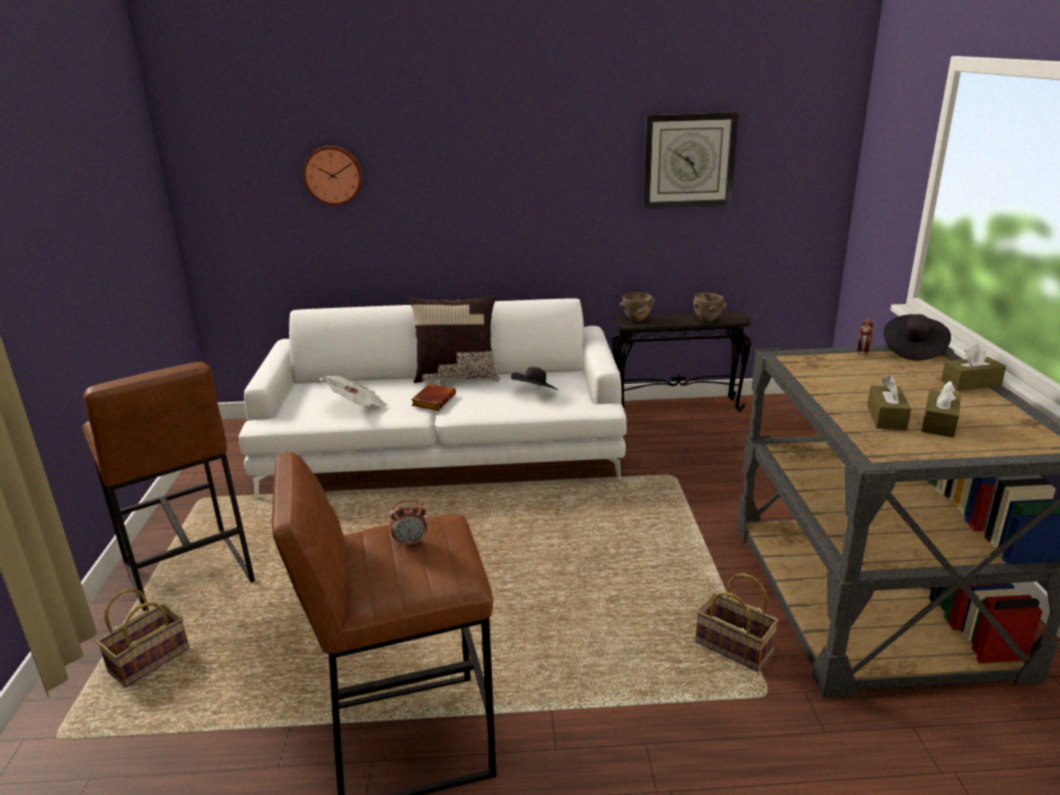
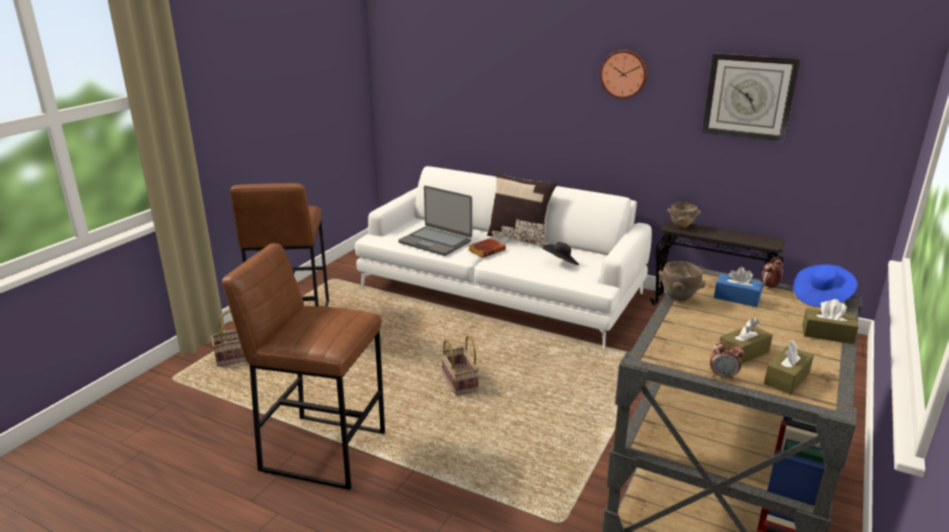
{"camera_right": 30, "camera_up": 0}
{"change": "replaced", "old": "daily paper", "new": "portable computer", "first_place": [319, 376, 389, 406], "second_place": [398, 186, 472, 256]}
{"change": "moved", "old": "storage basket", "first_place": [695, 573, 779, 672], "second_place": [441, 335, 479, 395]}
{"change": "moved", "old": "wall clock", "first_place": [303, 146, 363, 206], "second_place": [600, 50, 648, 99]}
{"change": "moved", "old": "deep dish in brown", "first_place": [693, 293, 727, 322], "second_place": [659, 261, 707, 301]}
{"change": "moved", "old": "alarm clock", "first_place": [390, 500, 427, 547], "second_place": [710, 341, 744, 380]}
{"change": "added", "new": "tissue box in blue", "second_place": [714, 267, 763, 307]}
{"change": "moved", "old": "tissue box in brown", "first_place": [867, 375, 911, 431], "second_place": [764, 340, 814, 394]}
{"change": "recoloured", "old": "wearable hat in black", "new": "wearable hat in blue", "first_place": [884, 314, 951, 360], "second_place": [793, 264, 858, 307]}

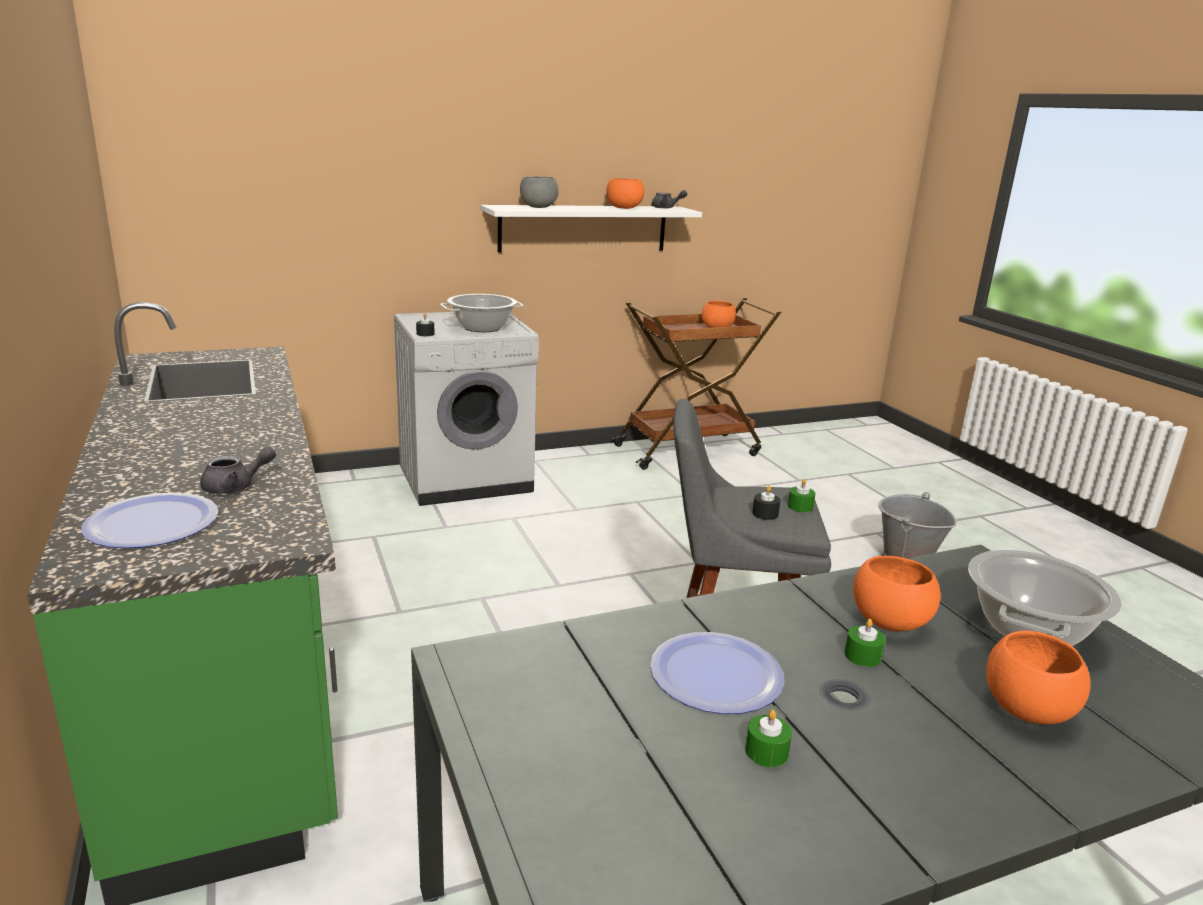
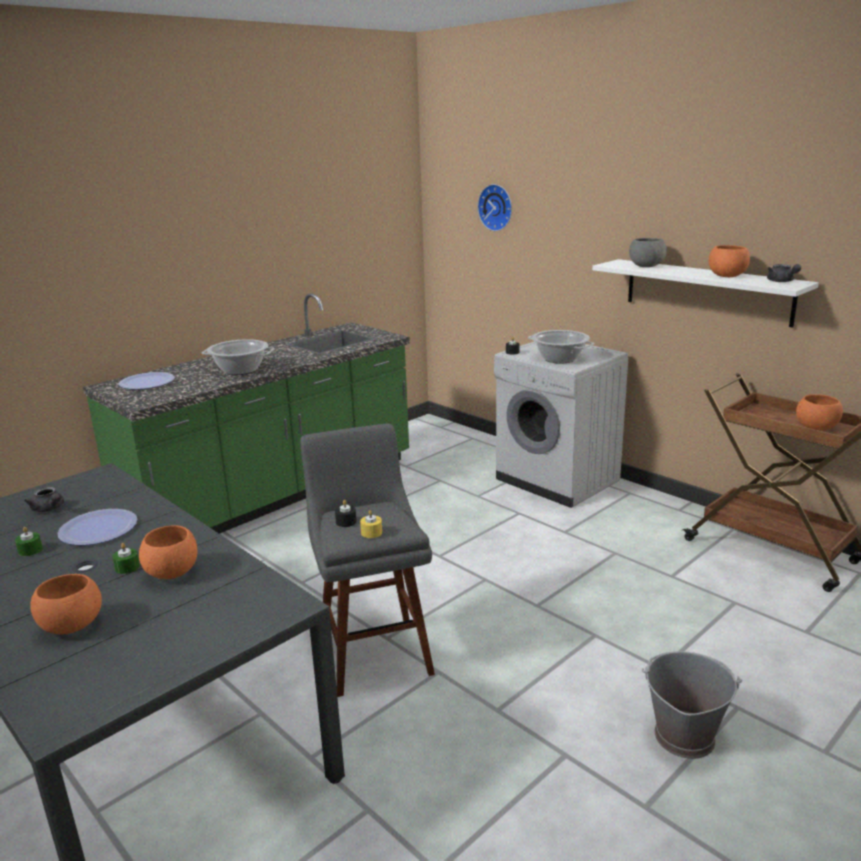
{"camera_right": 70, "camera_up": 0}
{"change": "moved", "old": "tea pot in gray", "first_place": [200, 447, 276, 494], "second_place": [24, 487, 64, 512]}
{"change": "moved", "old": "cooking pot", "first_place": [968, 550, 1122, 646], "second_place": [202, 339, 274, 375]}
{"change": "recoloured", "old": "wax light in green", "new": "wax light in yellow", "first_place": [788, 479, 816, 512], "second_place": [360, 510, 382, 538]}
{"change": "added", "new": "wall clock", "second_place": [477, 184, 512, 231]}

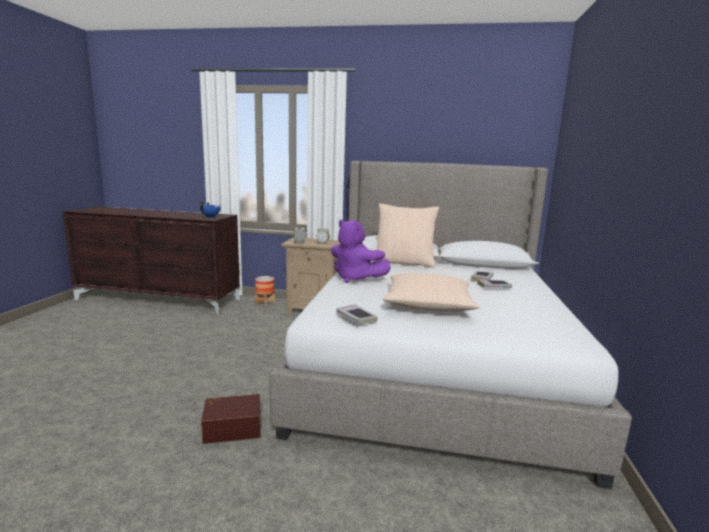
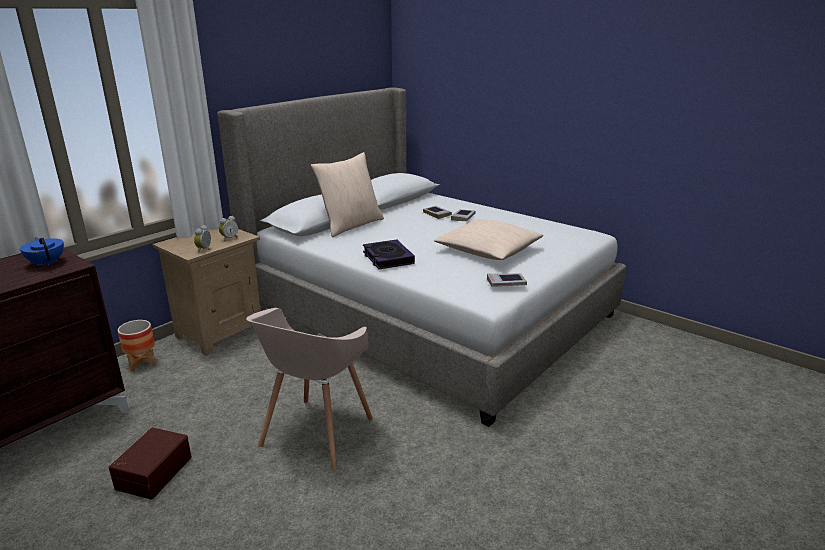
{"camera_right": -60, "camera_up": 10}
{"change": "moved", "old": "storage box in brown", "first_place": [201, 394, 261, 444], "second_place": [109, 427, 192, 500]}
{"change": "added", "new": "plain chair in sand-coloured", "second_place": [246, 308, 373, 470]}
{"change": "replaced", "old": "plush toy in purple-coloured", "new": "volume", "first_place": [331, 220, 391, 283], "second_place": [363, 240, 415, 269]}

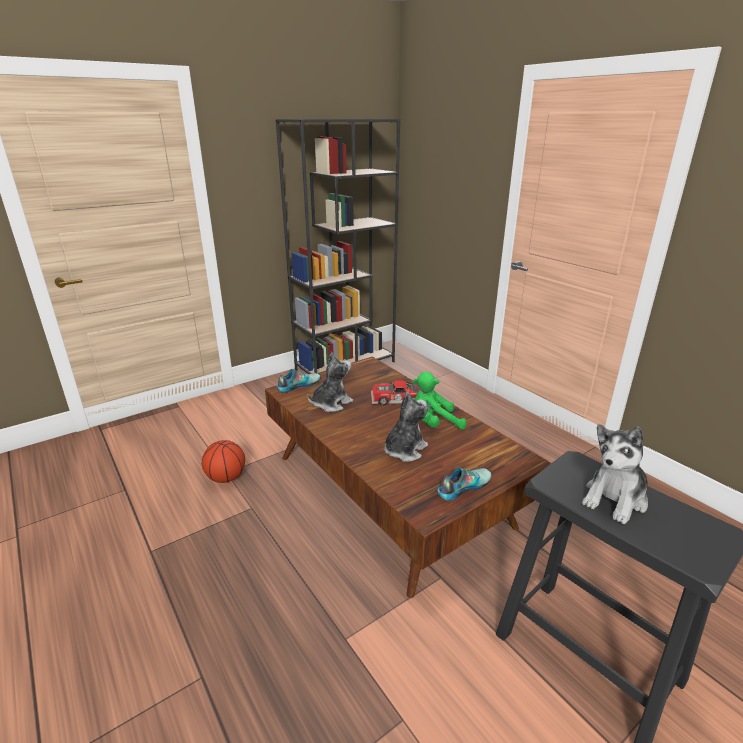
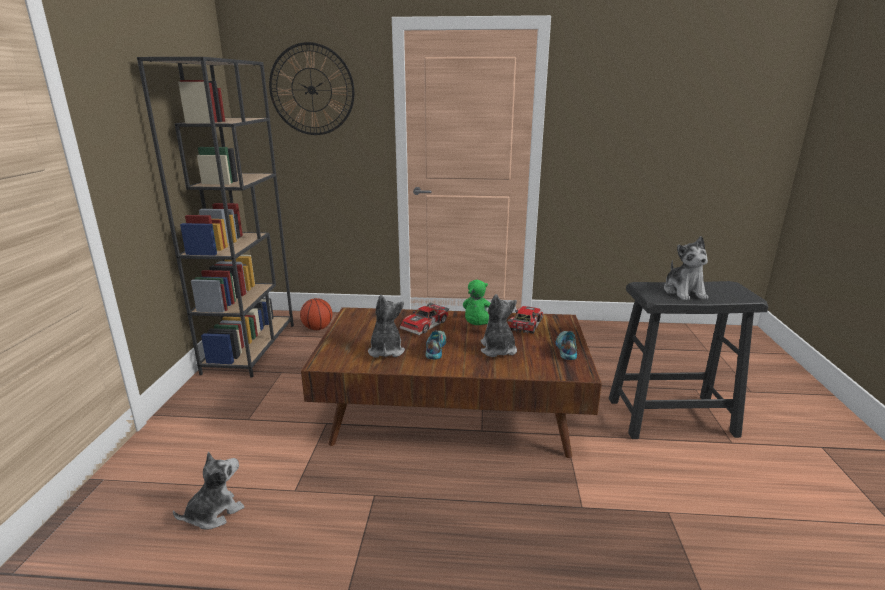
{"camera_right": -50, "camera_up": -5}
{"change": "added", "new": "plush toy", "second_place": [173, 452, 244, 530]}
{"change": "added", "new": "wall clock", "second_place": [269, 42, 355, 135]}
{"change": "moved", "old": "basketball ball", "first_place": [202, 440, 245, 483], "second_place": [300, 298, 332, 330]}
{"change": "moved", "old": "low shoe", "first_place": [277, 369, 321, 393], "second_place": [426, 331, 446, 360]}
{"change": "added", "new": "model car", "second_place": [508, 306, 543, 334]}

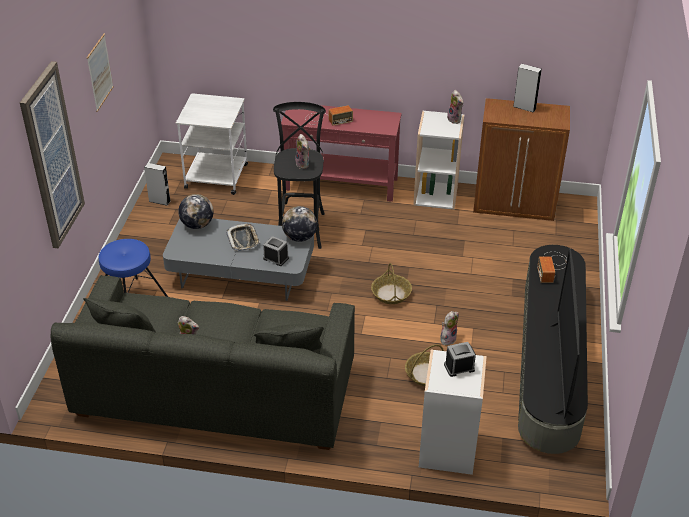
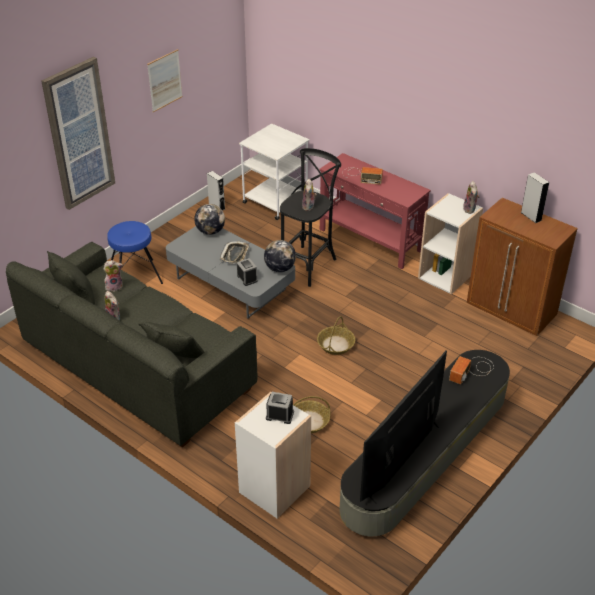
{"camera_right": 30, "camera_up": 0}
{"change": "moved", "old": "plush toy", "first_place": [440, 311, 459, 345], "second_place": [103, 260, 123, 292]}

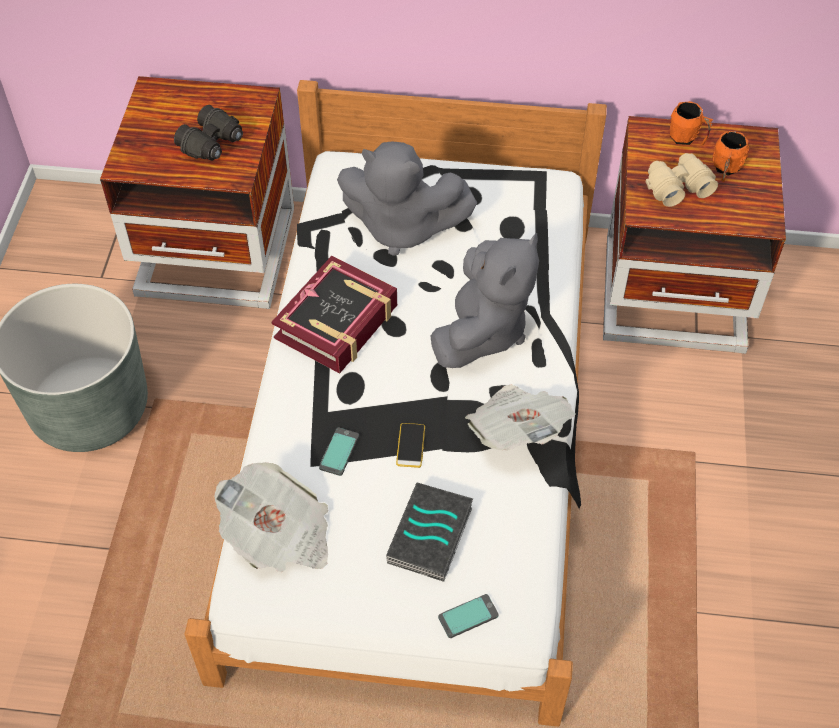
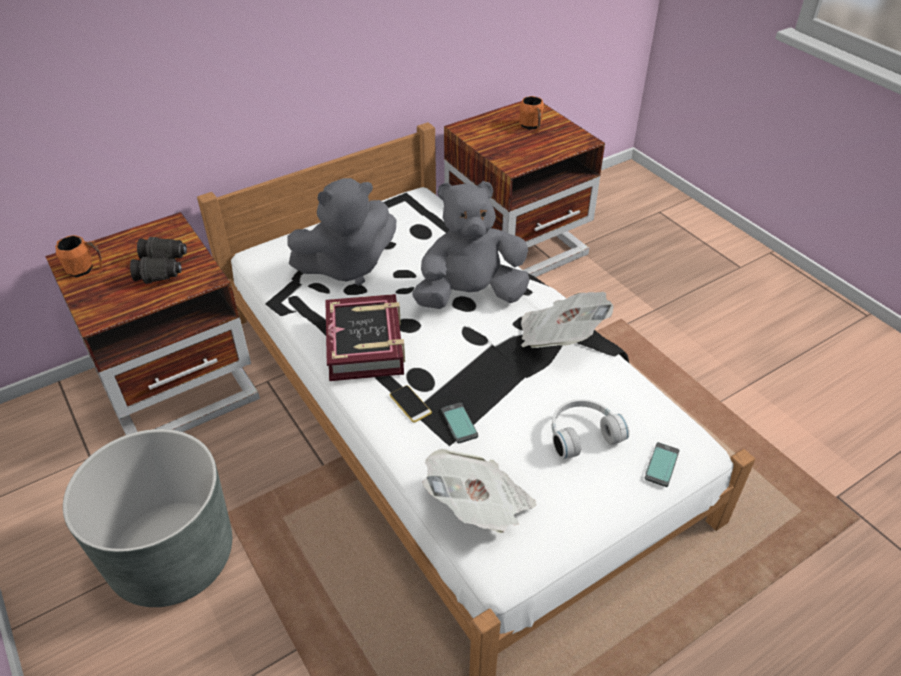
{"camera_right": -40, "camera_up": -10}
{"change": "moved", "old": "coffee mug in orangey", "first_place": [670, 101, 713, 145], "second_place": [55, 235, 102, 278]}
{"change": "moved", "old": "handset", "first_place": [396, 423, 425, 468], "second_place": [390, 385, 432, 422]}
{"change": "turned", "old": "plush toy in gray", "first_place": [431, 233, 539, 368], "second_place": [412, 181, 530, 309], "degrees": -90}
{"change": "replaced", "old": "volume", "new": "headphones in white-coloured", "first_place": [386, 483, 473, 582], "second_place": [552, 399, 629, 459]}
{"change": "removed", "old": "field glasses in sand-coloured", "first_place": [646, 153, 718, 207]}

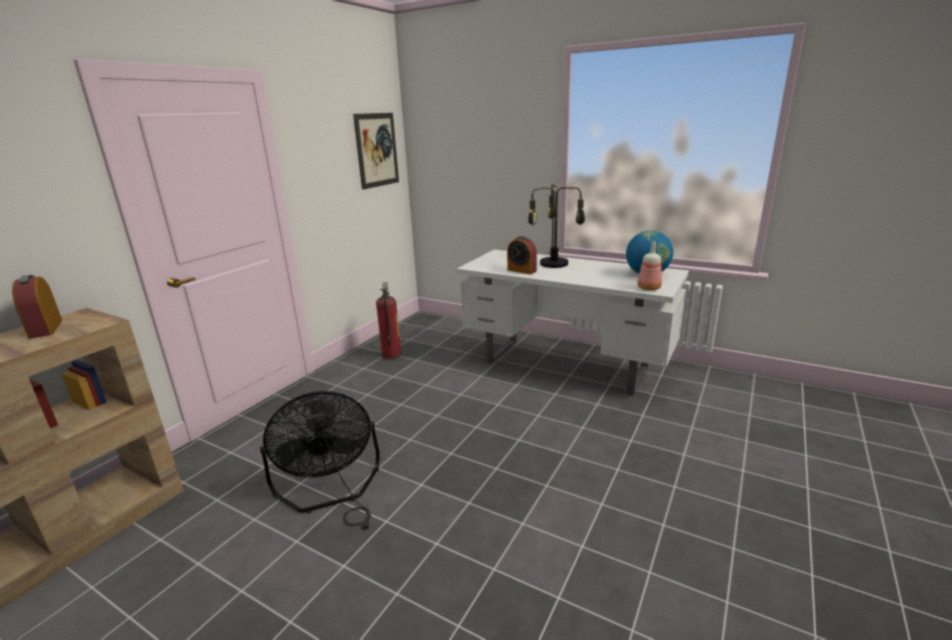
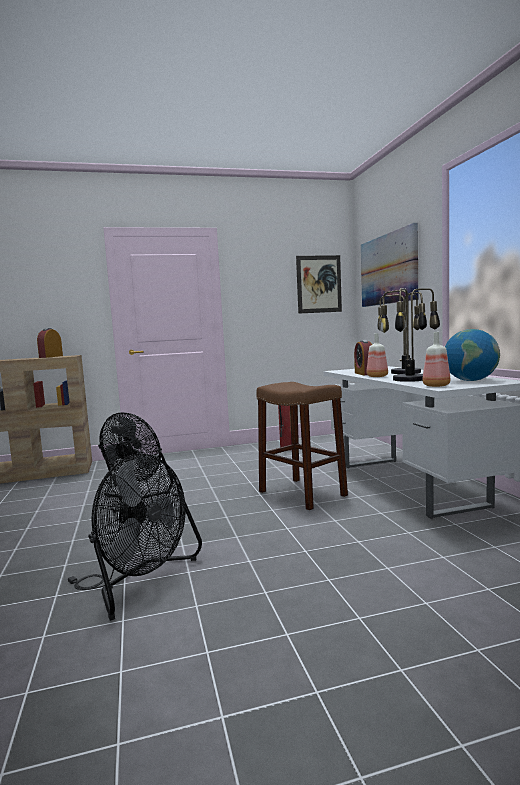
{"camera_right": 45, "camera_up": -15}
{"change": "added", "new": "cooling fan in black", "second_place": [68, 454, 202, 621]}
{"change": "added", "new": "sitting stool in brown", "second_place": [256, 382, 348, 510]}
{"change": "added", "new": "wall art", "second_place": [361, 223, 418, 307]}
{"change": "added", "new": "bottle", "second_place": [367, 333, 388, 377]}
{"change": "added", "new": "tabletop lamp", "second_place": [379, 288, 440, 382]}

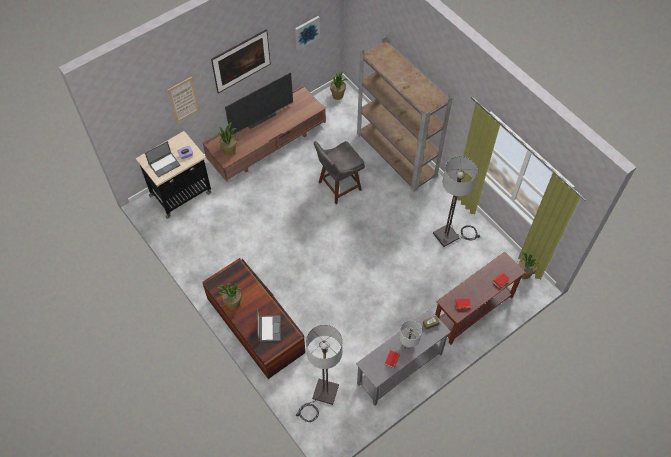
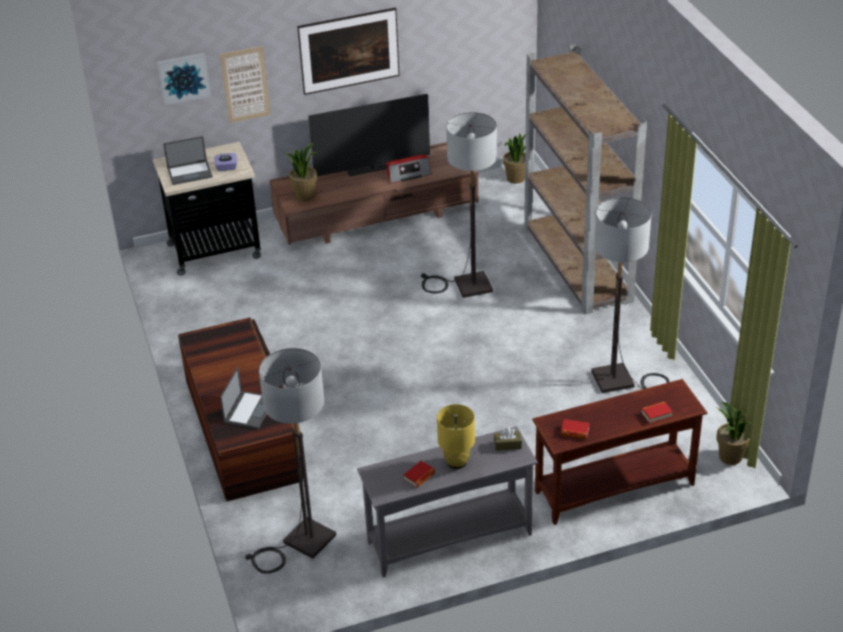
{"camera_right": 20, "camera_up": -20}
{"change": "moved", "old": "wall art", "first_place": [295, 16, 320, 50], "second_place": [157, 53, 211, 105]}
{"change": "added", "new": "radio set", "second_place": [386, 154, 432, 183]}
{"change": "replaced", "old": "sitting stool in gray", "new": "standing lamp", "first_place": [314, 141, 365, 204], "second_place": [421, 112, 497, 298]}
{"change": "recoloured", "old": "tabletop lamp in white-coloured", "new": "tabletop lamp in yellow", "first_place": [399, 320, 422, 349], "second_place": [437, 404, 475, 469]}
{"change": "removed", "old": "potted plant", "first_place": [218, 283, 242, 310]}

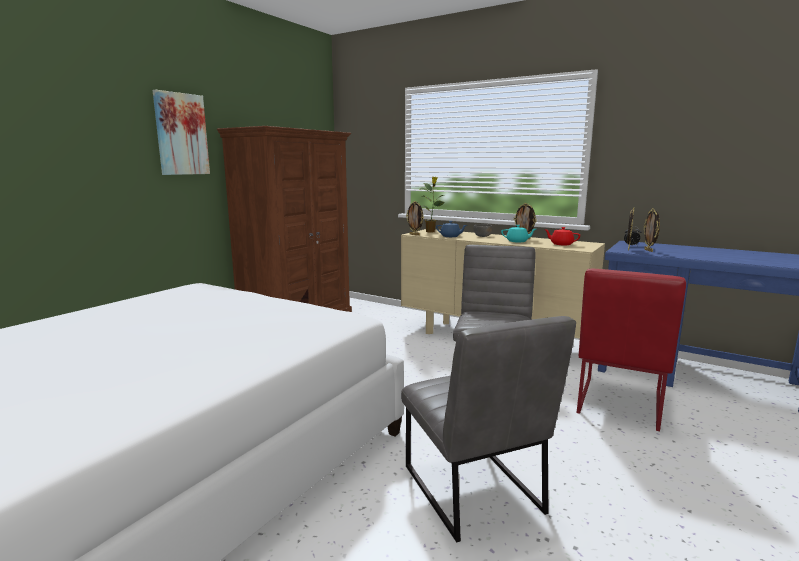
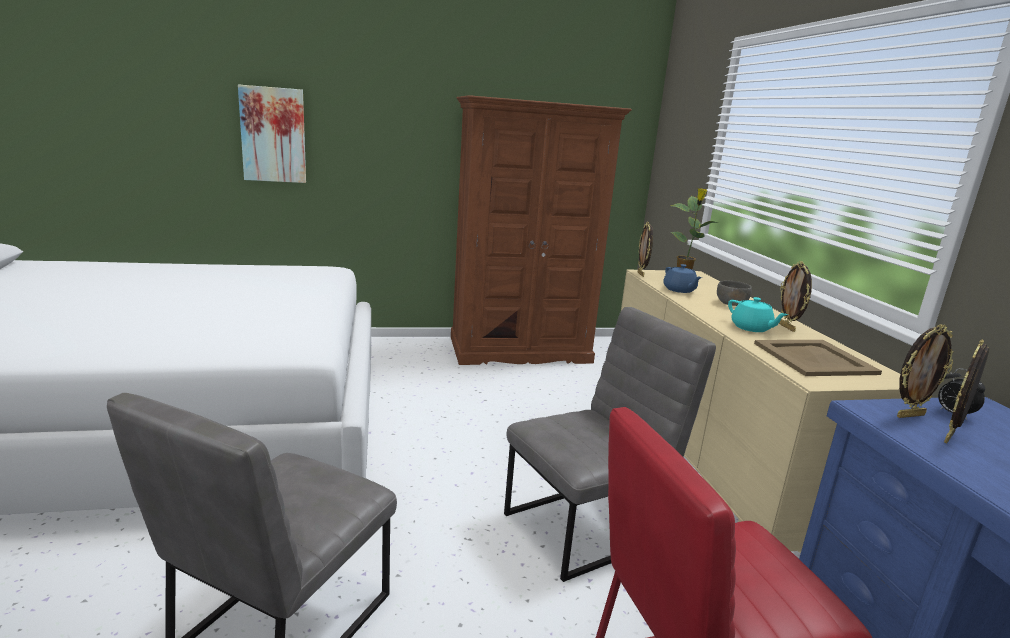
{"camera_right": 45, "camera_up": 5}
{"change": "moved", "old": "wall art", "first_place": [153, 90, 210, 175], "second_place": [238, 84, 306, 183]}
{"change": "replaced", "old": "tea pot in reddish", "new": "tray in sand-coloured", "first_place": [544, 227, 580, 245], "second_place": [754, 340, 882, 376]}

